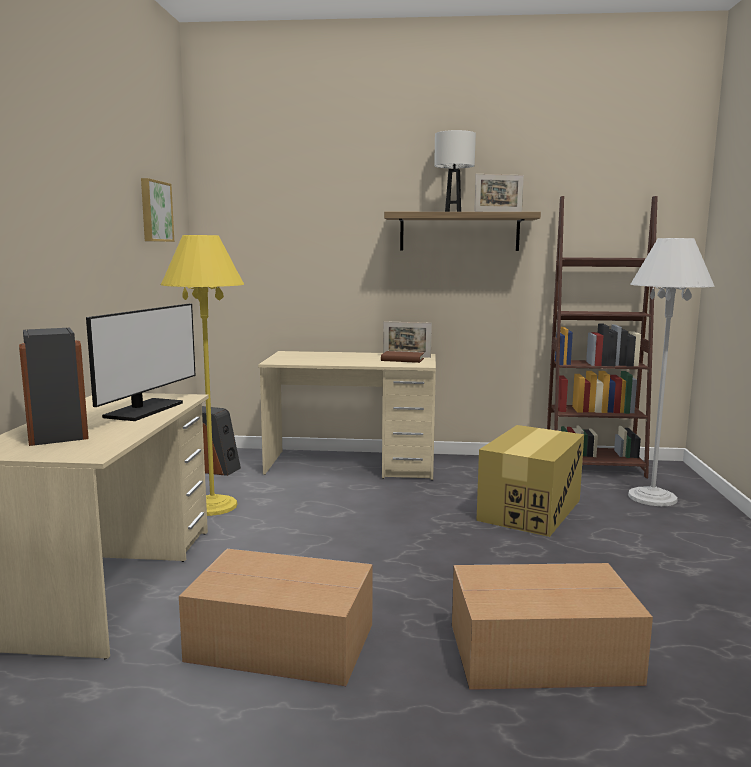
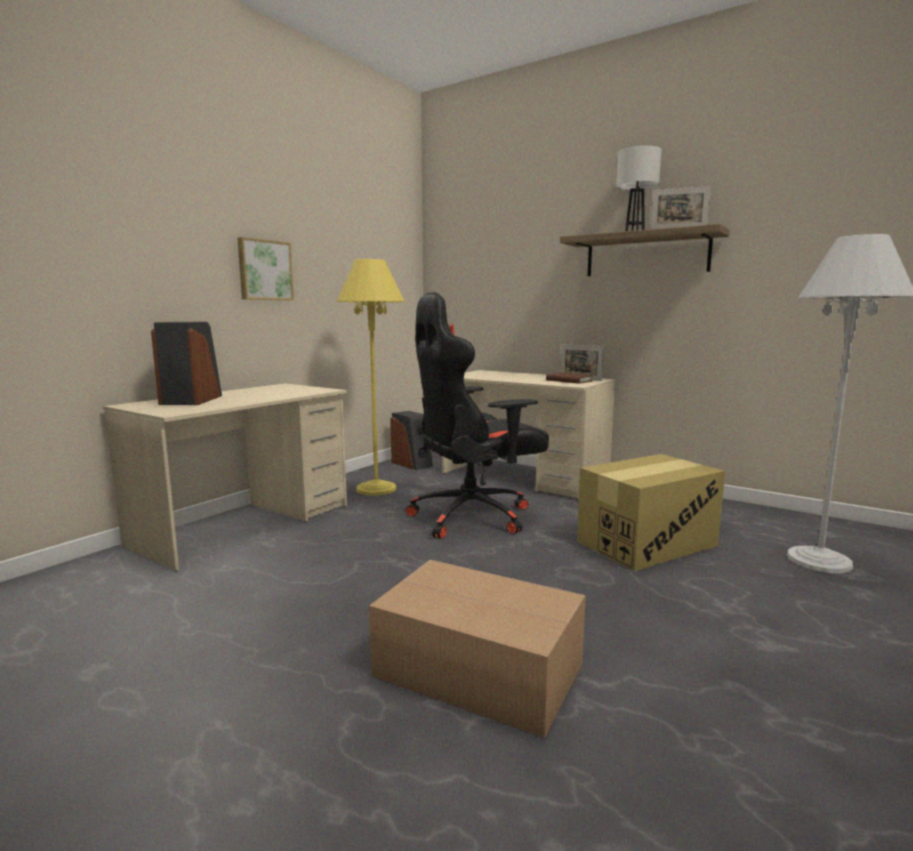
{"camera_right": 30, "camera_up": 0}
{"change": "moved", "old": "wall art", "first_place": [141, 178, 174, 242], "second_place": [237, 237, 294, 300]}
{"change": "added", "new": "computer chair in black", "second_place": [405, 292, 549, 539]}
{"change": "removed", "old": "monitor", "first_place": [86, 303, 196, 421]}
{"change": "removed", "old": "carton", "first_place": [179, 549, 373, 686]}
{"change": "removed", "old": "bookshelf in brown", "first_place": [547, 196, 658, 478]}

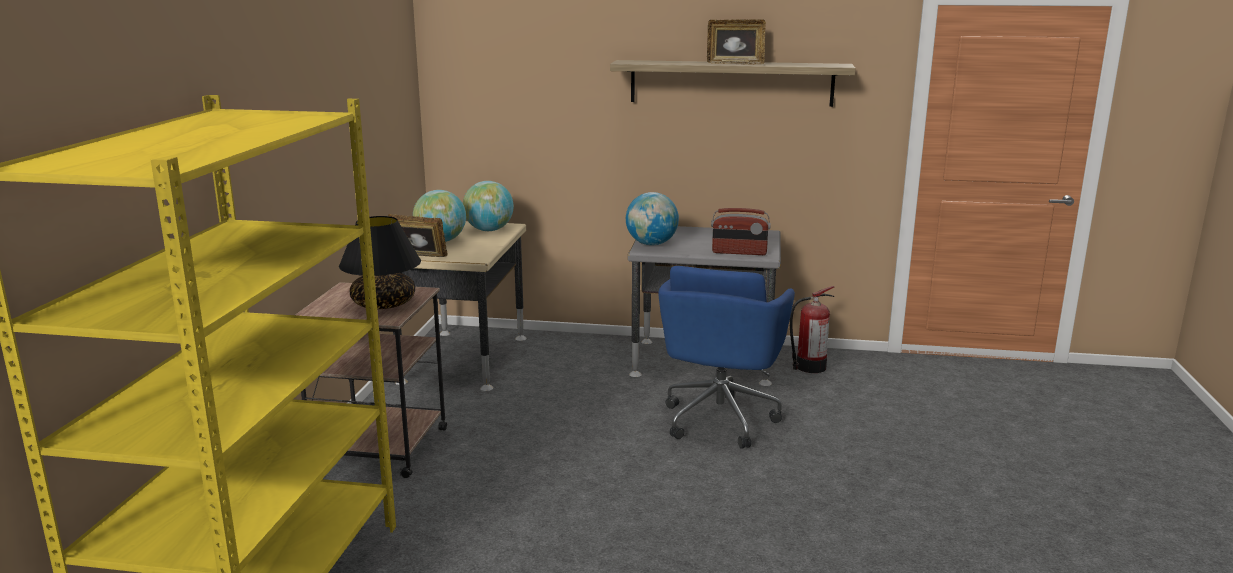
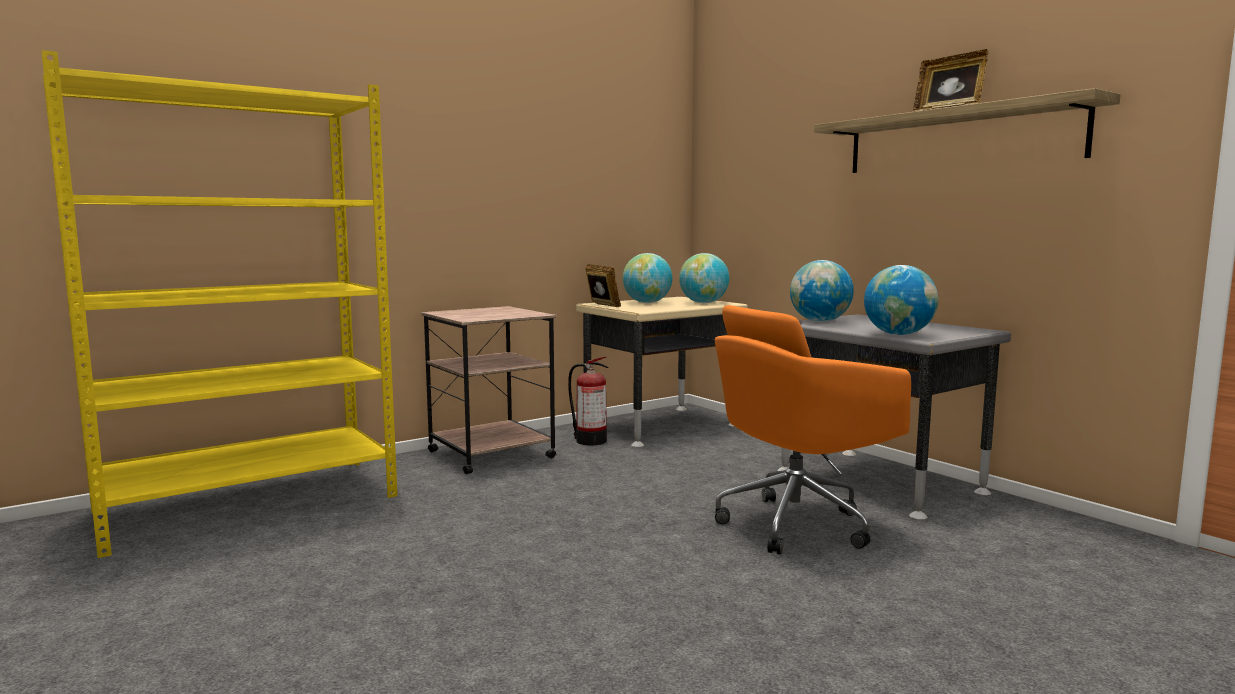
{"camera_right": 45, "camera_up": -10}
{"change": "moved", "old": "fire-fighting cylinder", "first_place": [790, 286, 835, 373], "second_place": [568, 356, 608, 445]}
{"change": "recoloured", "old": "computer chair in blue", "new": "computer chair in orangey", "first_place": [659, 266, 795, 449], "second_place": [715, 305, 911, 555]}
{"change": "replaced", "old": "radio set", "new": "desk globe", "first_place": [711, 208, 771, 255], "second_place": [864, 265, 938, 335]}
{"change": "removed", "old": "tabletop lamp in black", "first_place": [339, 216, 421, 309]}

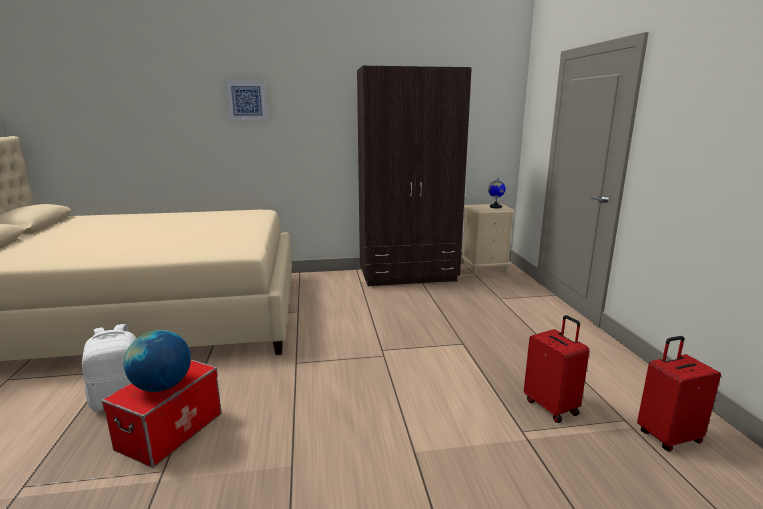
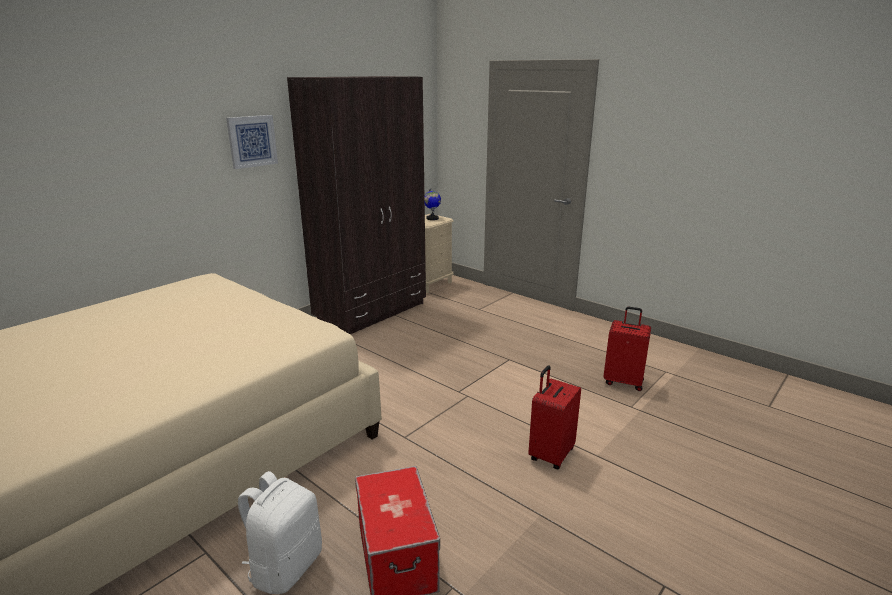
{"camera_right": -40, "camera_up": 5}
{"change": "moved", "old": "wall art", "first_place": [225, 80, 268, 121], "second_place": [226, 115, 278, 169]}
{"change": "moved", "old": "travel case in reddish", "first_place": [637, 336, 721, 452], "second_place": [528, 365, 581, 469]}
{"change": "removed", "old": "desk globe", "first_place": [124, 330, 191, 392]}

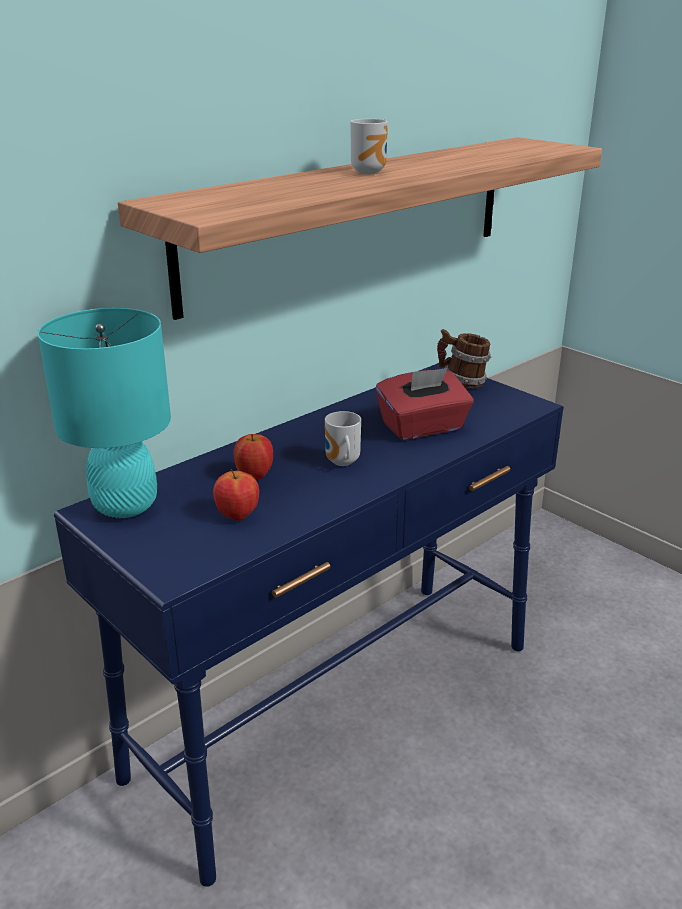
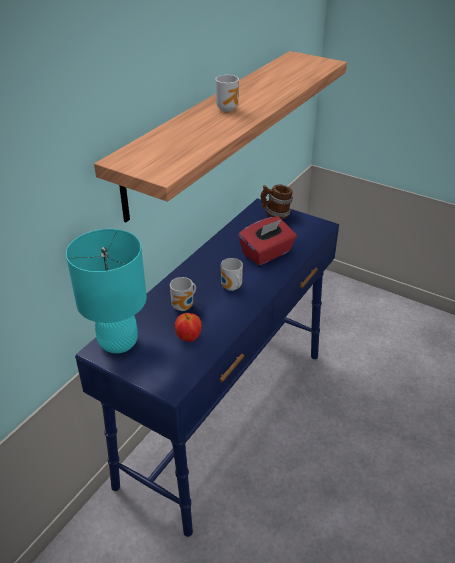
{"camera_right": -15, "camera_up": 10}
{"change": "replaced", "old": "whole apple", "new": "coffee mug", "first_place": [233, 434, 273, 480], "second_place": [170, 277, 196, 311]}

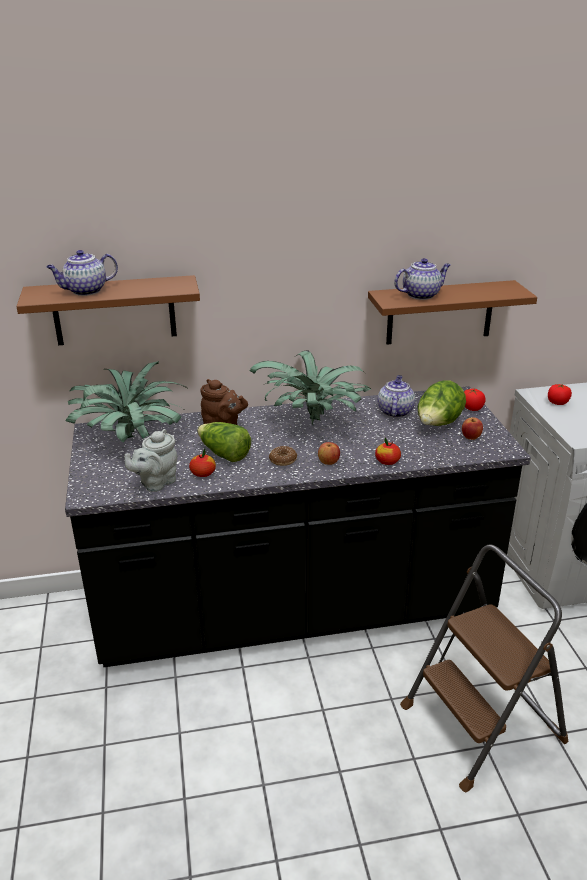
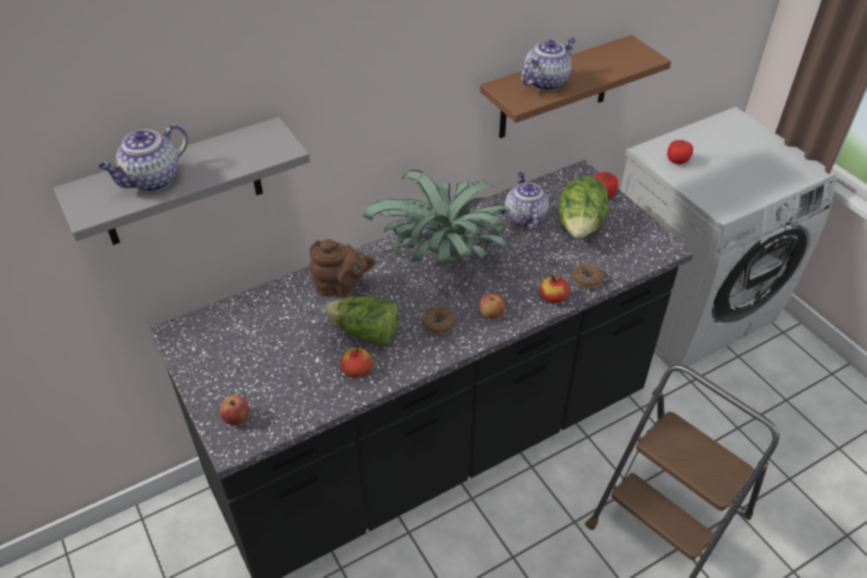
{"camera_right": -20, "camera_up": 15}
{"change": "recoloured", "old": "wall shelf in brown", "new": "wall shelf in gray", "first_place": [16, 275, 200, 345], "second_place": [53, 117, 310, 245]}
{"change": "moved", "old": "whole apple", "first_place": [462, 417, 483, 440], "second_place": [220, 395, 250, 426]}
{"change": "added", "new": "doughnut", "second_place": [571, 263, 605, 289]}
{"change": "removed", "old": "potted plant", "first_place": [65, 361, 187, 443]}
{"change": "removed", "old": "tea pot in gray", "first_place": [124, 429, 177, 492]}

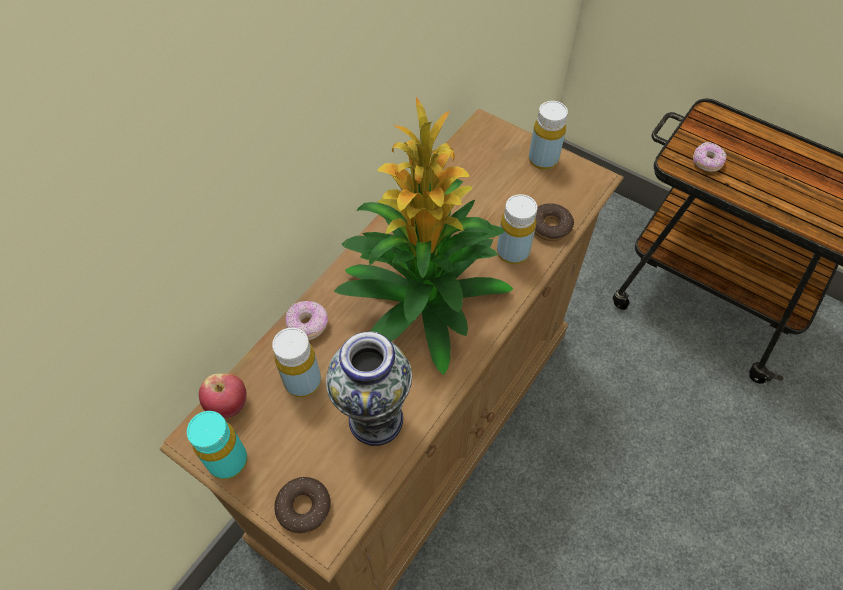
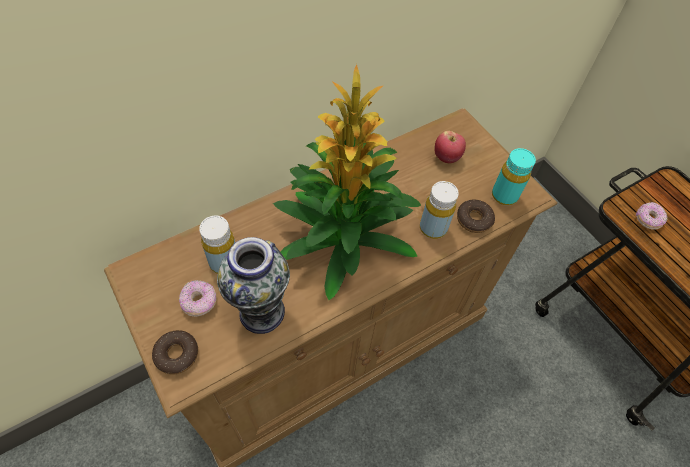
{"camera_right": 20, "camera_up": 0}
{"change": "moved", "old": "doughnut", "first_place": [286, 301, 328, 340], "second_place": [179, 280, 217, 317]}
{"change": "moved", "old": "whole apple", "first_place": [199, 373, 247, 418], "second_place": [434, 131, 466, 163]}
{"change": "moved", "old": "bottle in blue-green", "first_place": [187, 411, 247, 479], "second_place": [492, 148, 536, 205]}
{"change": "removed", "old": "bottle in yellow", "first_place": [529, 101, 568, 170]}

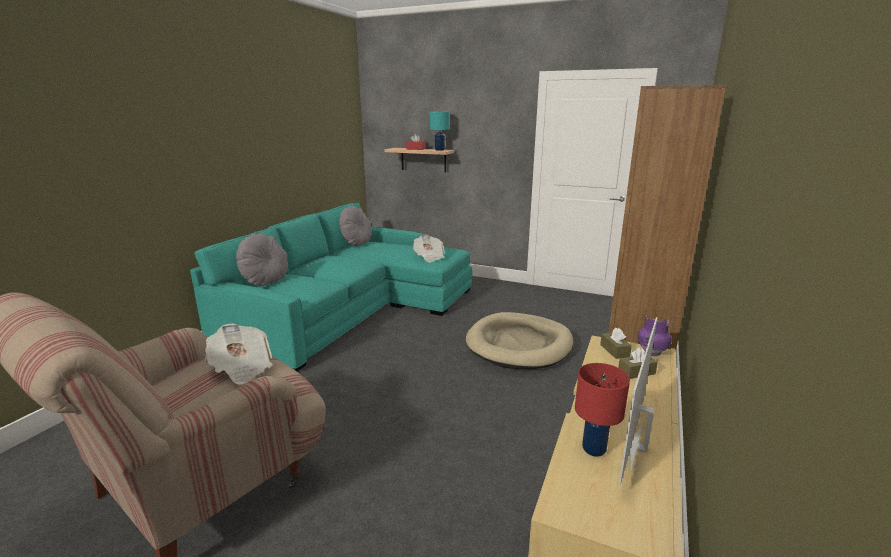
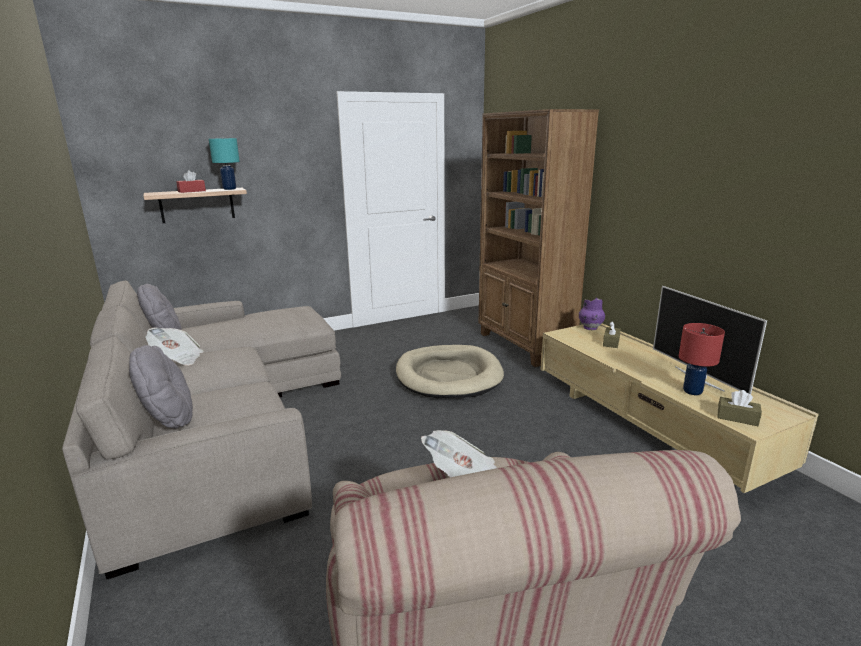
{"camera_right": -50, "camera_up": 0}
{"change": "recoloured", "old": "sofa in blue-green", "new": "sofa in sand-coloured", "first_place": [190, 203, 472, 371], "second_place": [62, 280, 341, 579]}
{"change": "moved", "old": "daily paper", "first_place": [413, 235, 445, 263], "second_place": [145, 327, 203, 366]}
{"change": "moved", "old": "tissue box in brown", "first_place": [600, 328, 632, 359], "second_place": [718, 390, 762, 426]}

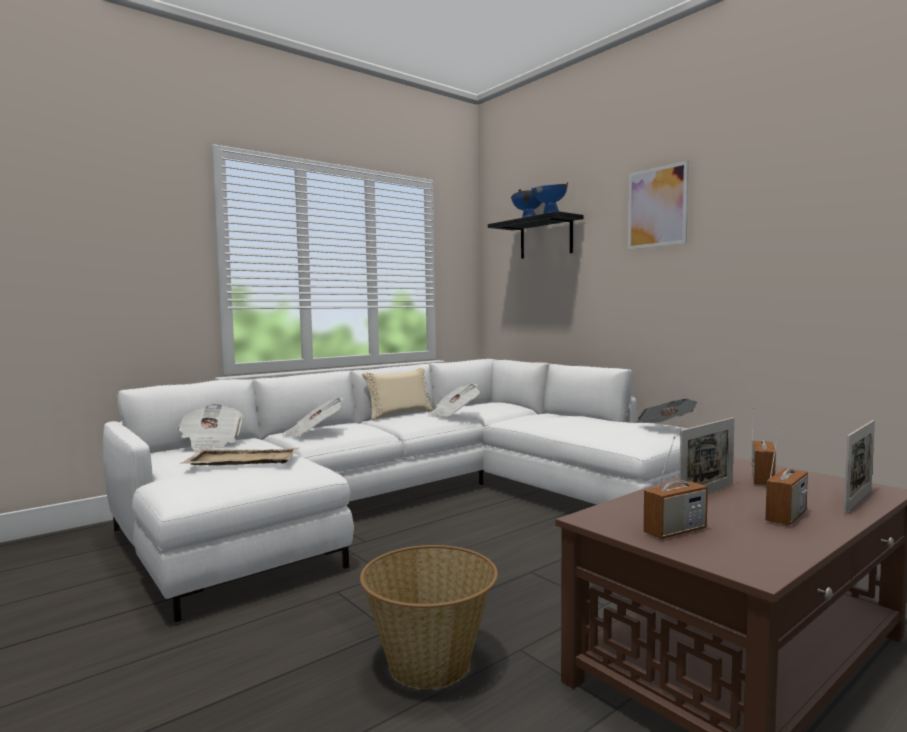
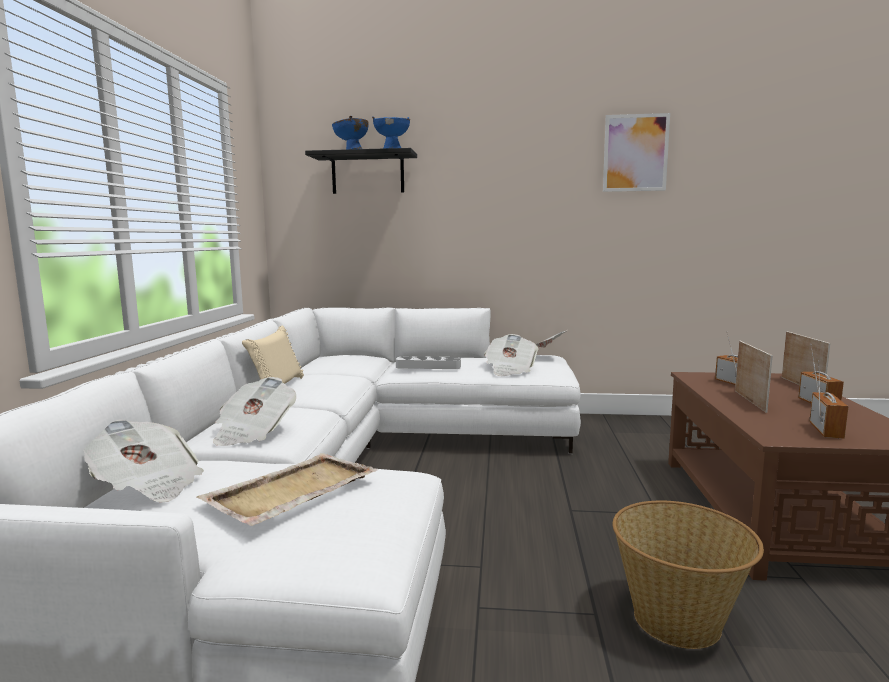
{"camera_right": -45, "camera_up": 5}
{"change": "added", "new": "tray in gray", "second_place": [396, 356, 461, 369]}
{"change": "moved", "old": "daily paper", "first_place": [428, 384, 480, 417], "second_place": [484, 334, 539, 376]}
{"change": "moved", "old": "wall art", "first_place": [628, 160, 689, 250], "second_place": [603, 113, 670, 192]}

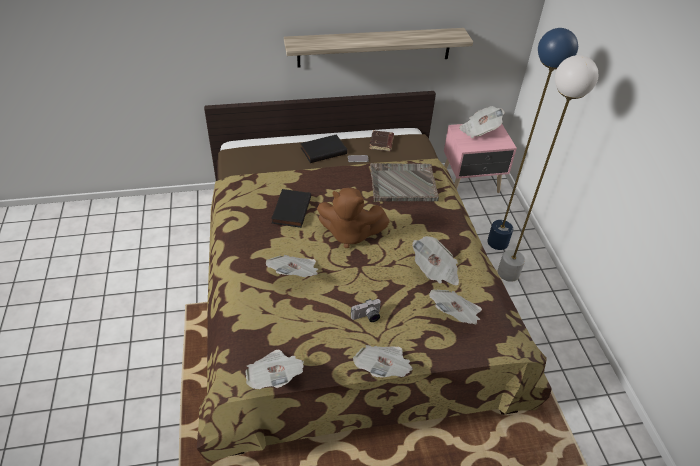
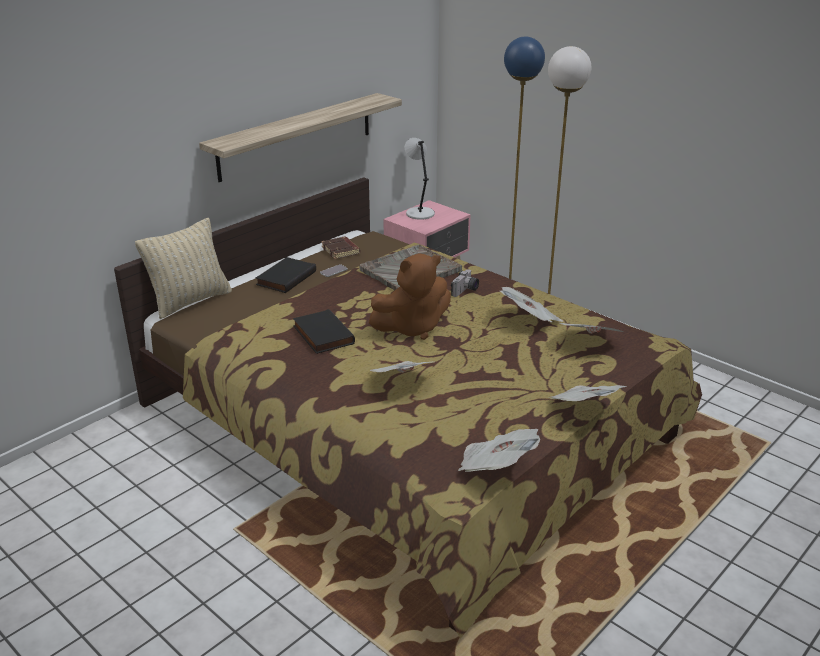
{"camera_right": -35, "camera_up": -15}
{"change": "added", "new": "cushion in sand-coloured", "second_place": [135, 218, 232, 319]}
{"change": "replaced", "old": "daily paper", "new": "tabletop lamp in gray", "first_place": [459, 106, 505, 138], "second_place": [405, 138, 435, 220]}
{"change": "moved", "old": "still camera", "first_place": [351, 299, 381, 322], "second_place": [451, 269, 479, 297]}

